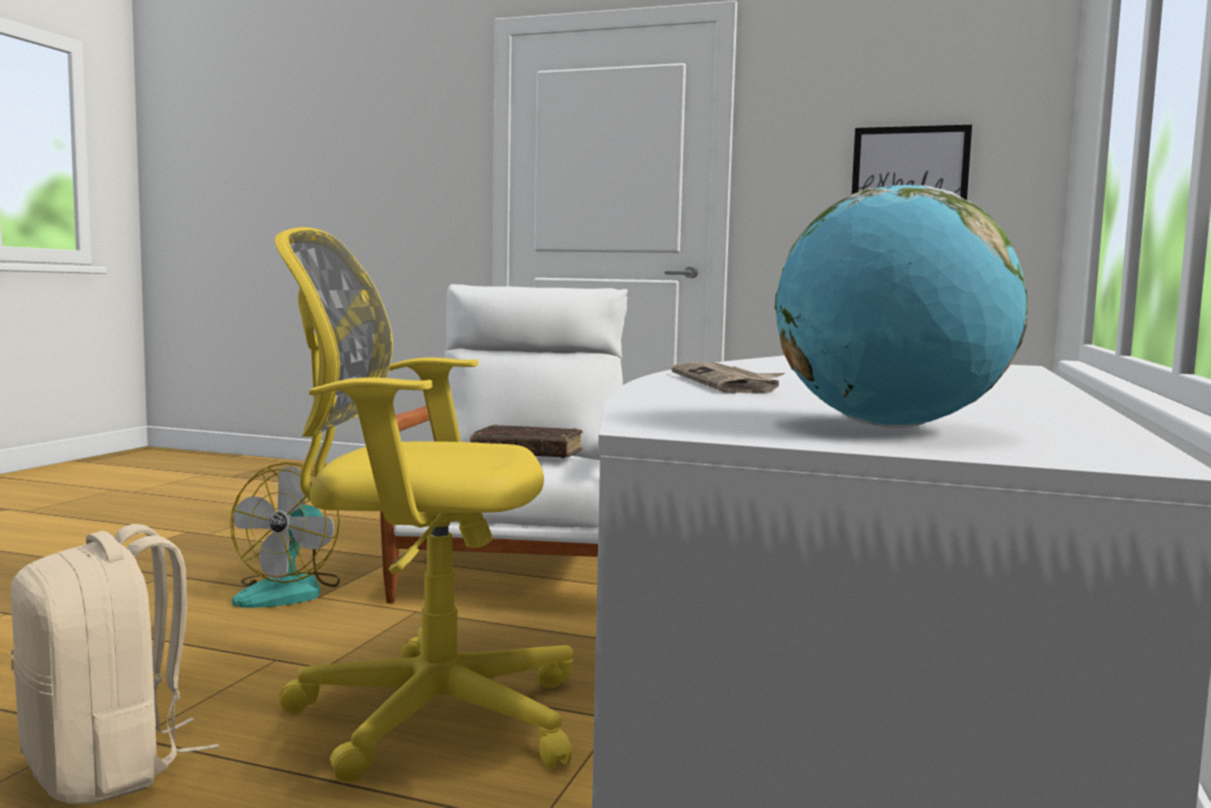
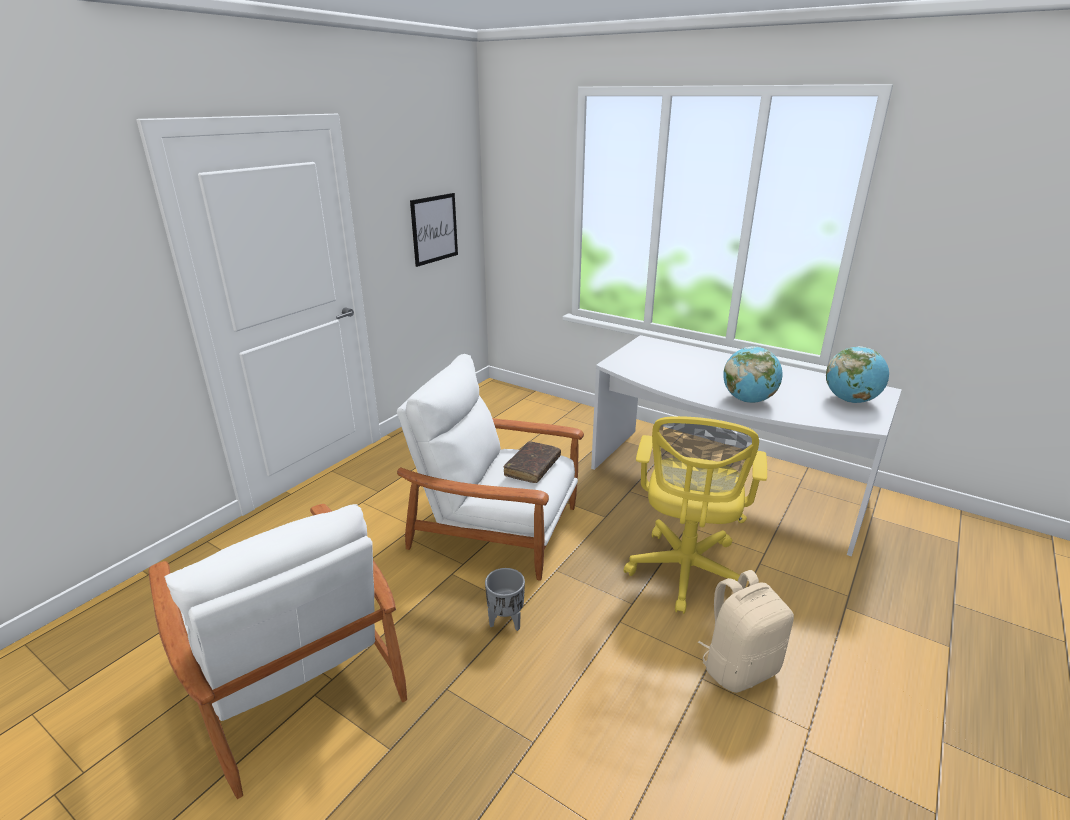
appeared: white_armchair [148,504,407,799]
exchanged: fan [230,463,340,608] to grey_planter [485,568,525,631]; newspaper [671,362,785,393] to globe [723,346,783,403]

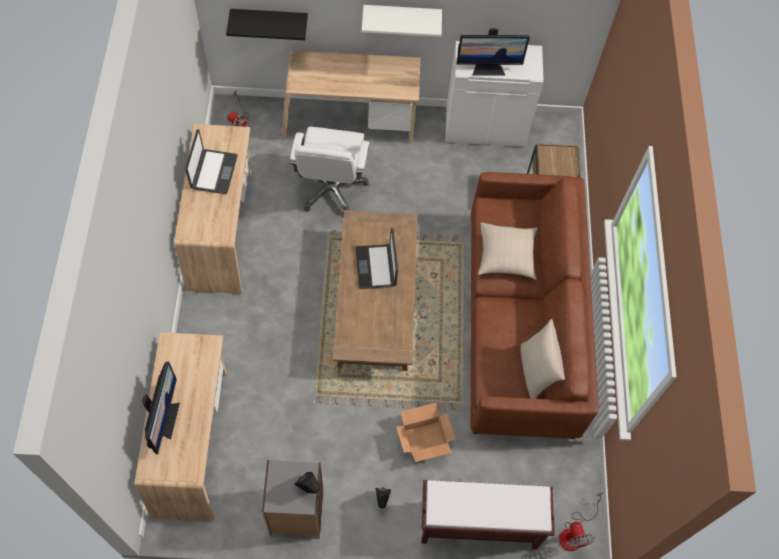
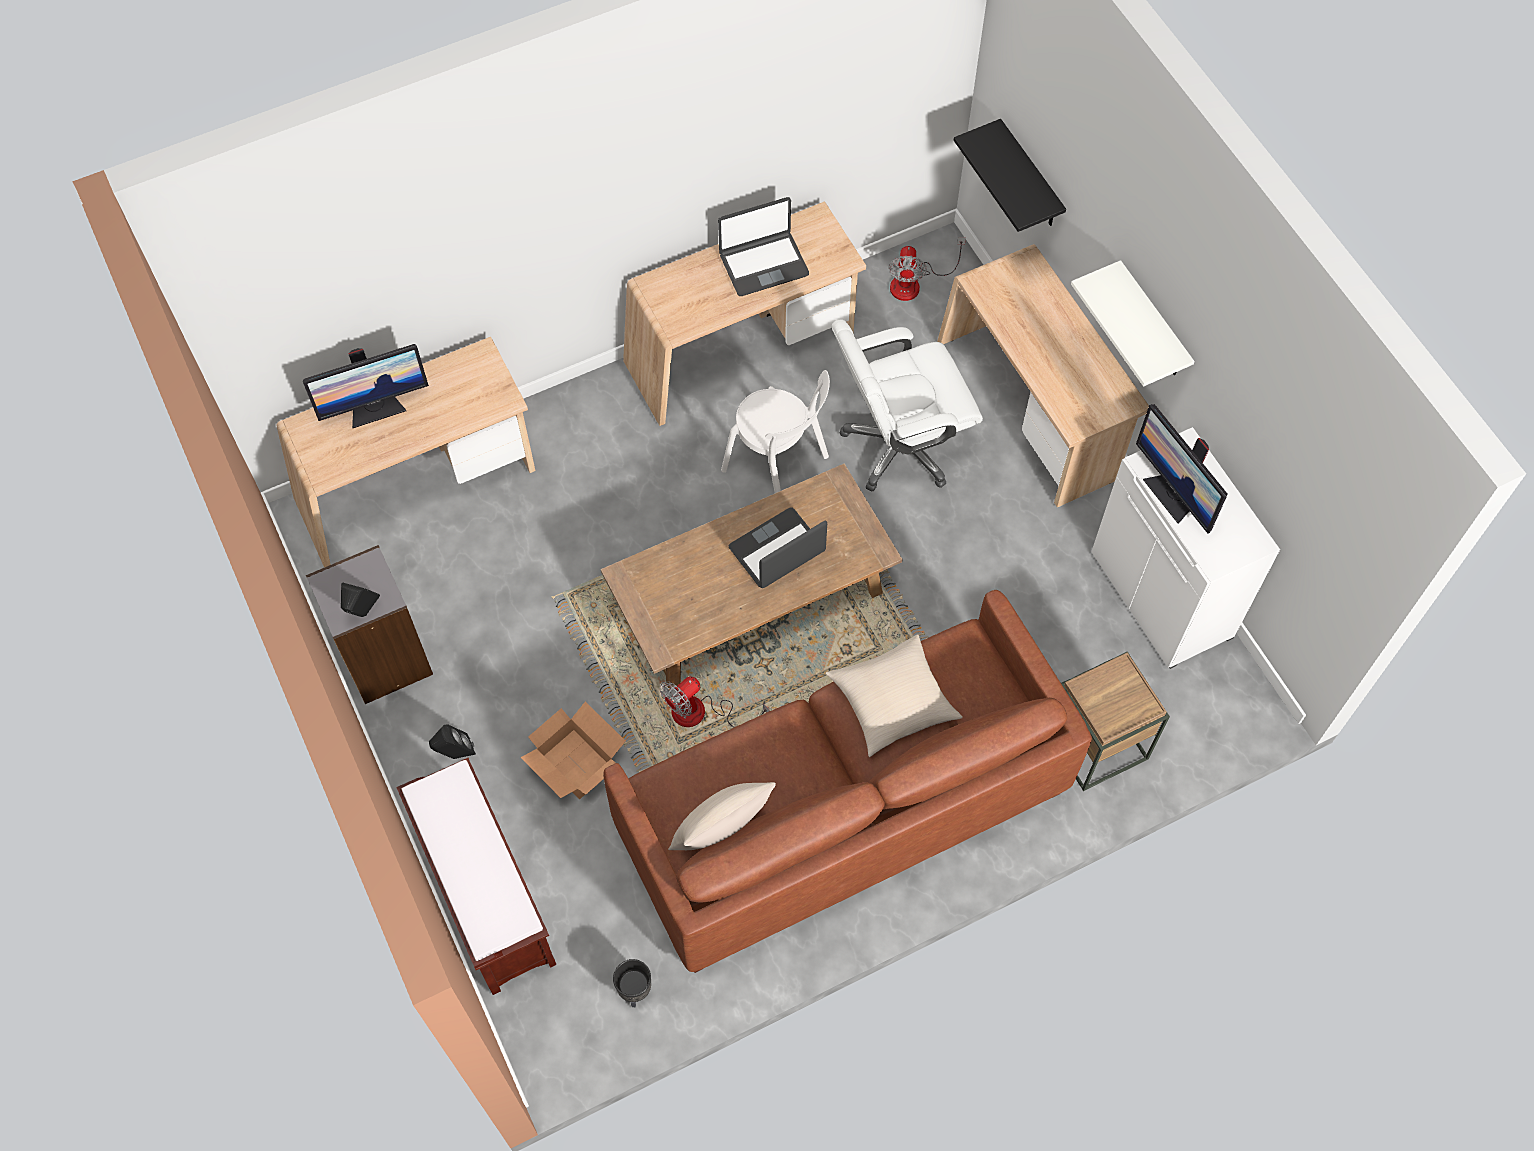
appeared: black_planter [613,959,651,1007]; white_chair [721,370,830,493]
relocated: fan [559,492,603,551] to [660,676,769,728]

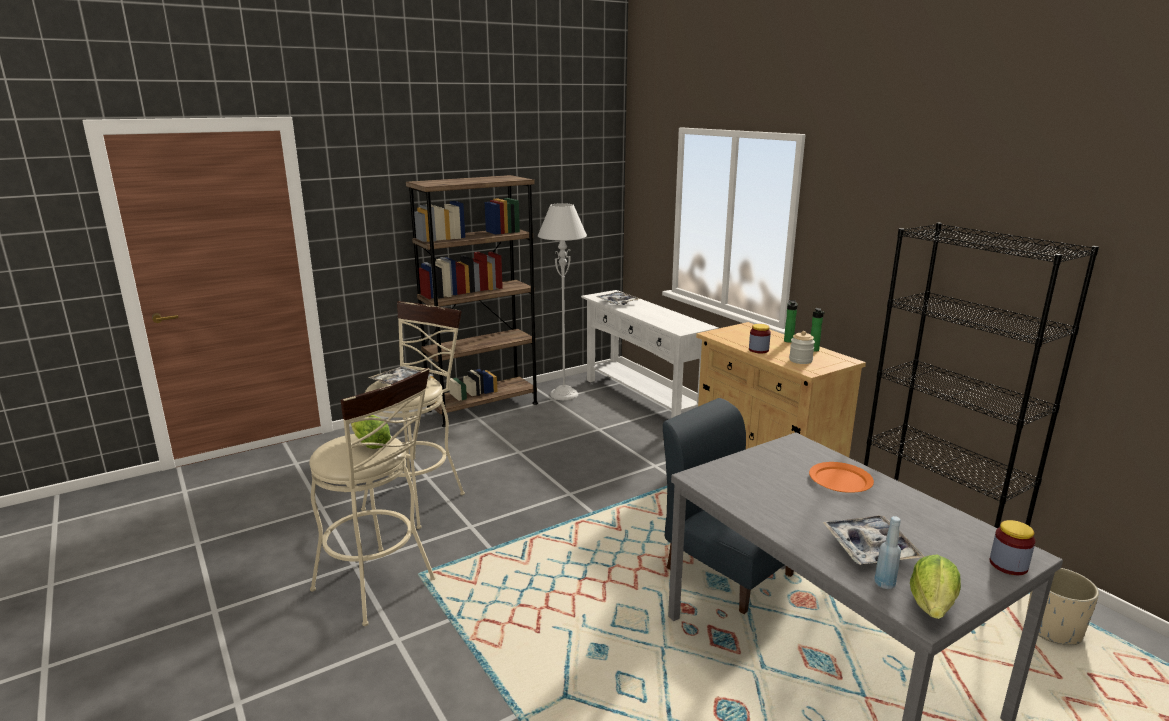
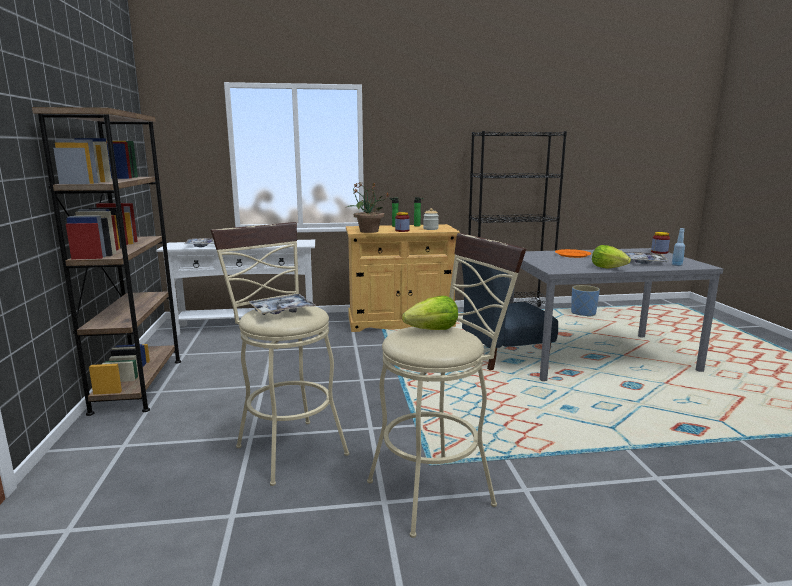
missing: grey_floor_lamp [538,203,587,400]
appeared: potted_plant [345,182,389,233]
relocated: lettuce [910,554,961,619] to [592,245,631,269]
colour: beige_planter [1026,568,1099,645] to blue_planter [571,285,600,317]

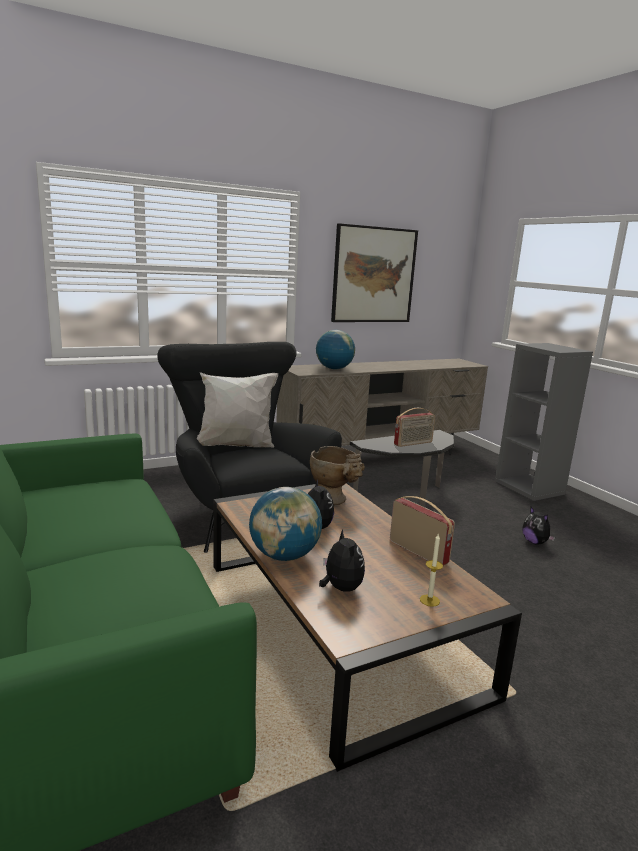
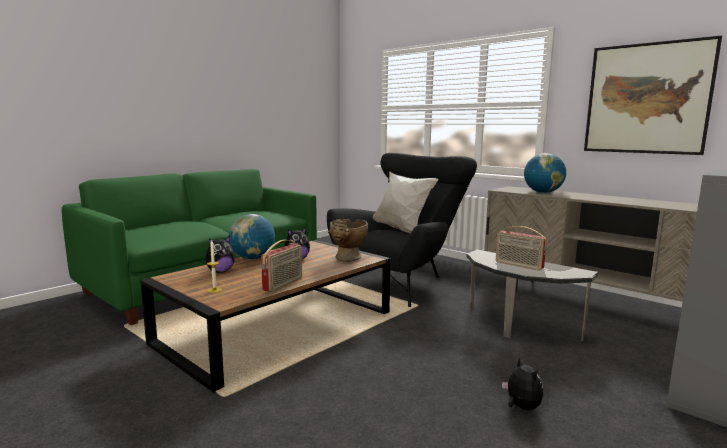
spun: plush_toy [522,507,555,545] = [502,357,543,410] 120 degrees clockwise

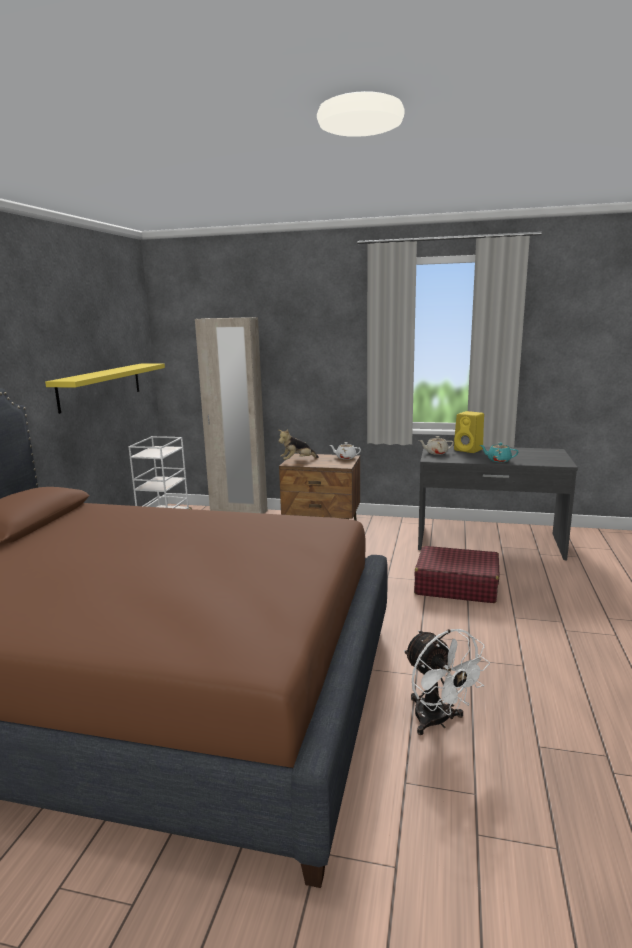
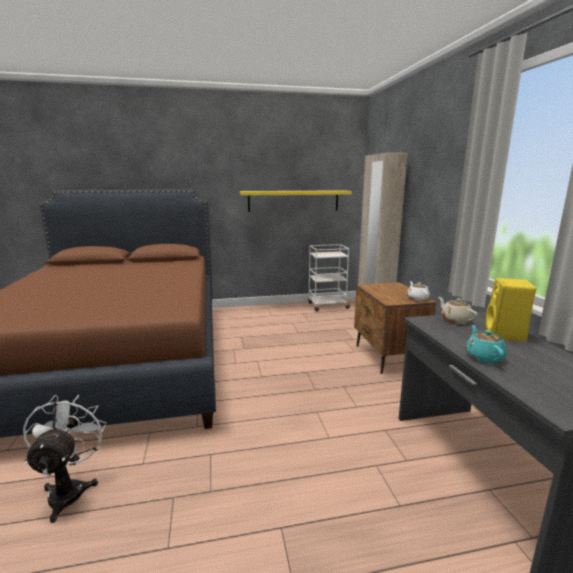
missing: plush_toy [278,429,319,460]; red_suitcase [414,546,499,603]
spun: white_fan [404,629,490,735] = [23,395,107,523] 135 degrees clockwise

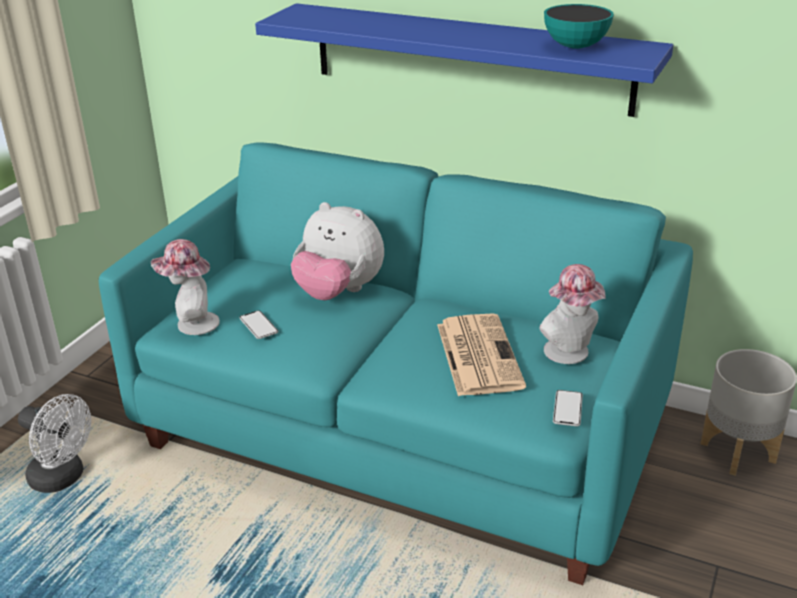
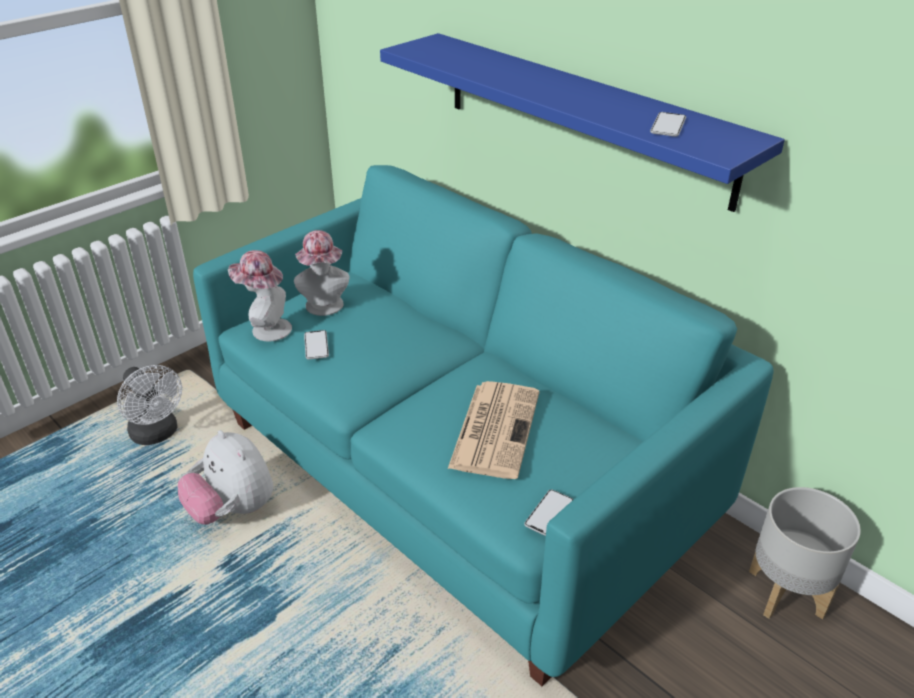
relocated: plush_toy [291,202,384,300] to [178,430,273,525]; hat [539,264,606,364] to [294,230,350,316]
exchanged: bowl [544,4,614,49] to phone [650,112,686,137]

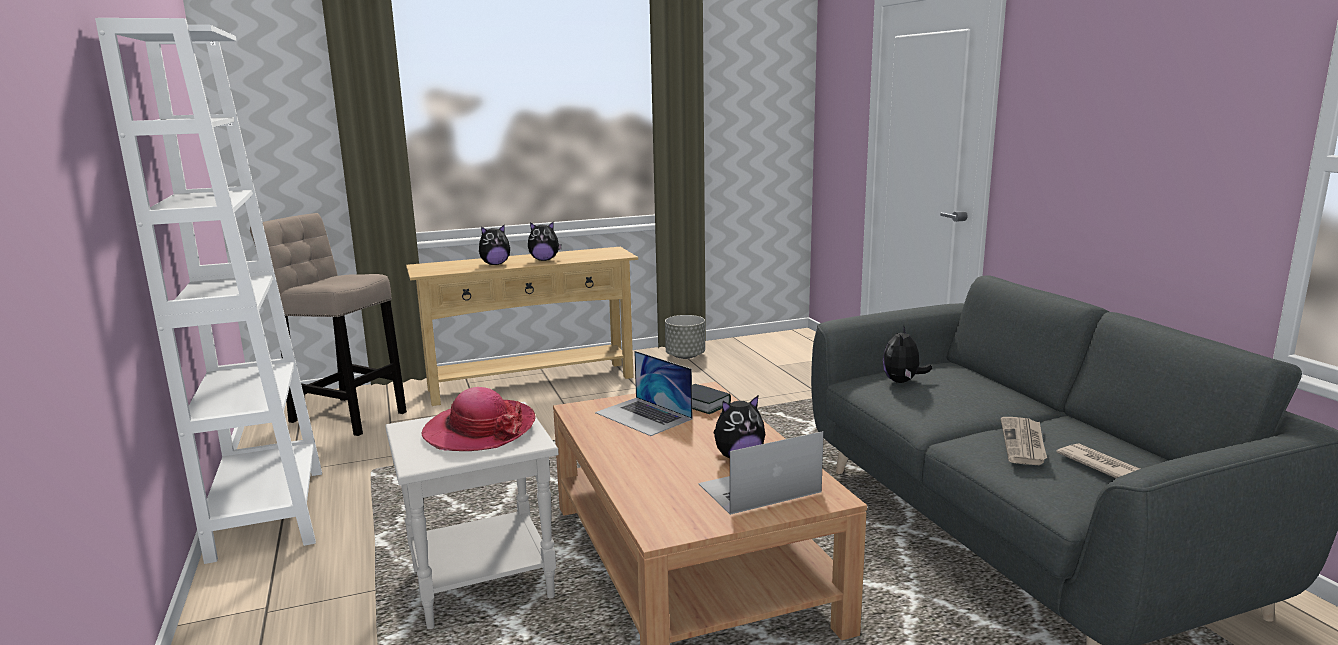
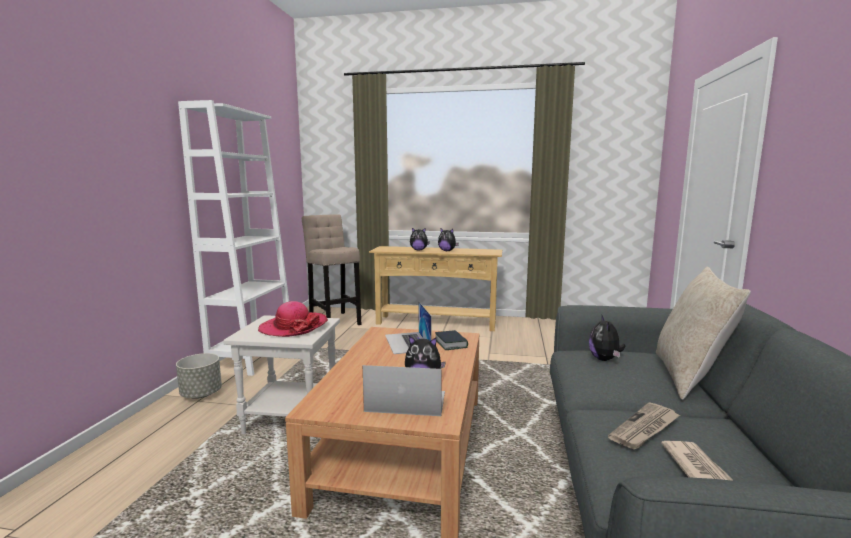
appeared: beige_pillow [656,267,751,400]
relocated: grey_planter [665,315,705,359] to [176,353,222,399]
spun: plush_toy [883,327,932,383] = [589,314,625,361] 45 degrees counterclockwise

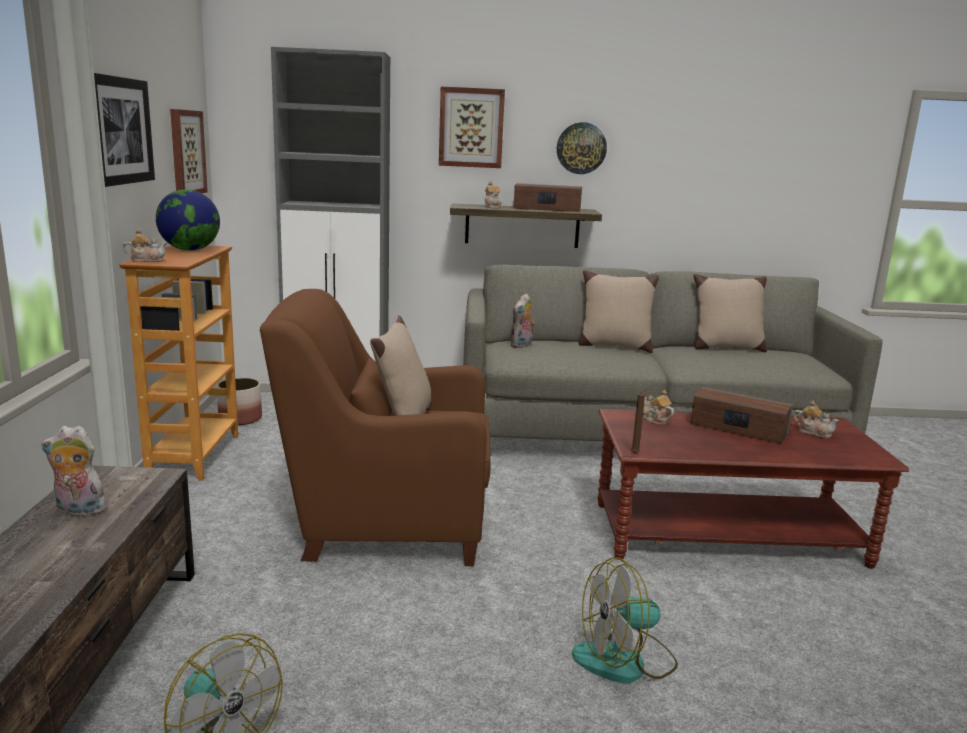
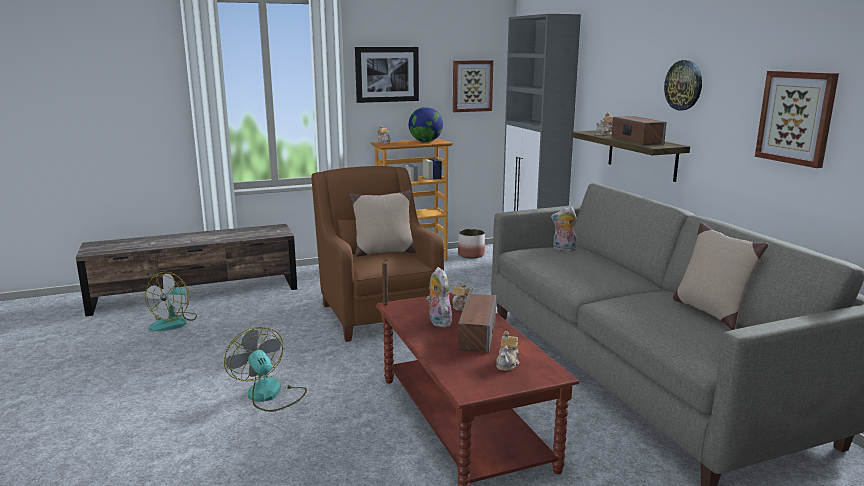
missing: beige_pillow [579,270,659,353]
relocated: plush_toy [41,426,109,518] to [426,267,452,327]; picture [439,87,505,168] to [755,71,839,168]

